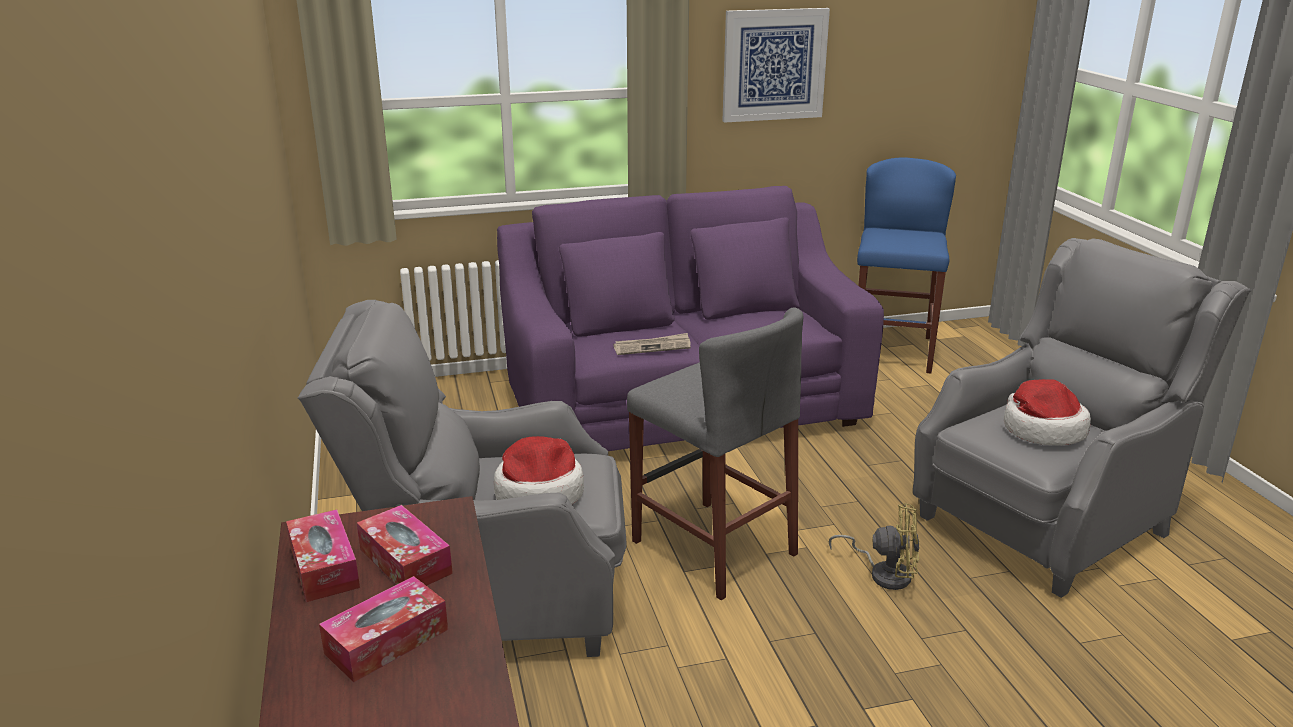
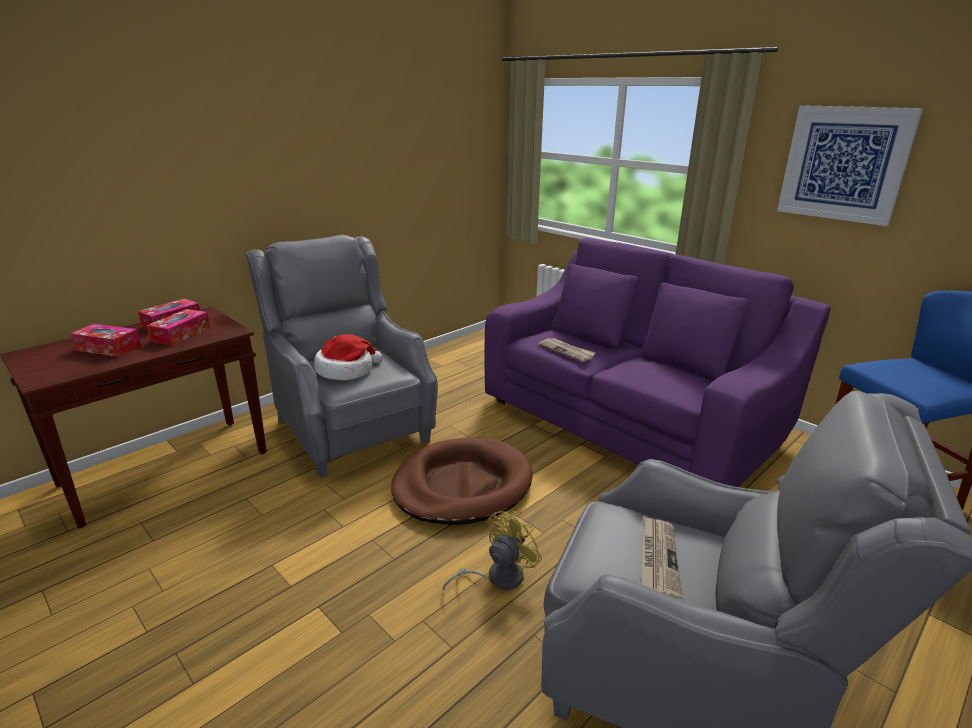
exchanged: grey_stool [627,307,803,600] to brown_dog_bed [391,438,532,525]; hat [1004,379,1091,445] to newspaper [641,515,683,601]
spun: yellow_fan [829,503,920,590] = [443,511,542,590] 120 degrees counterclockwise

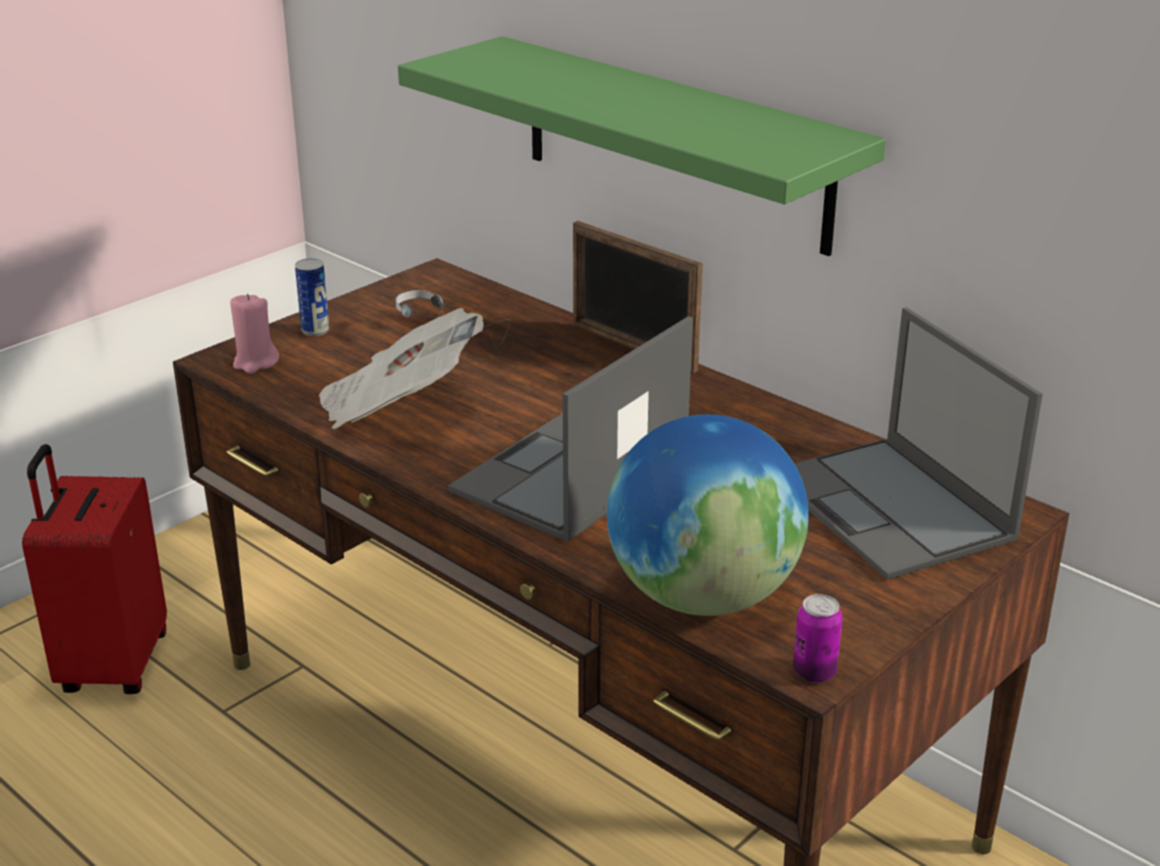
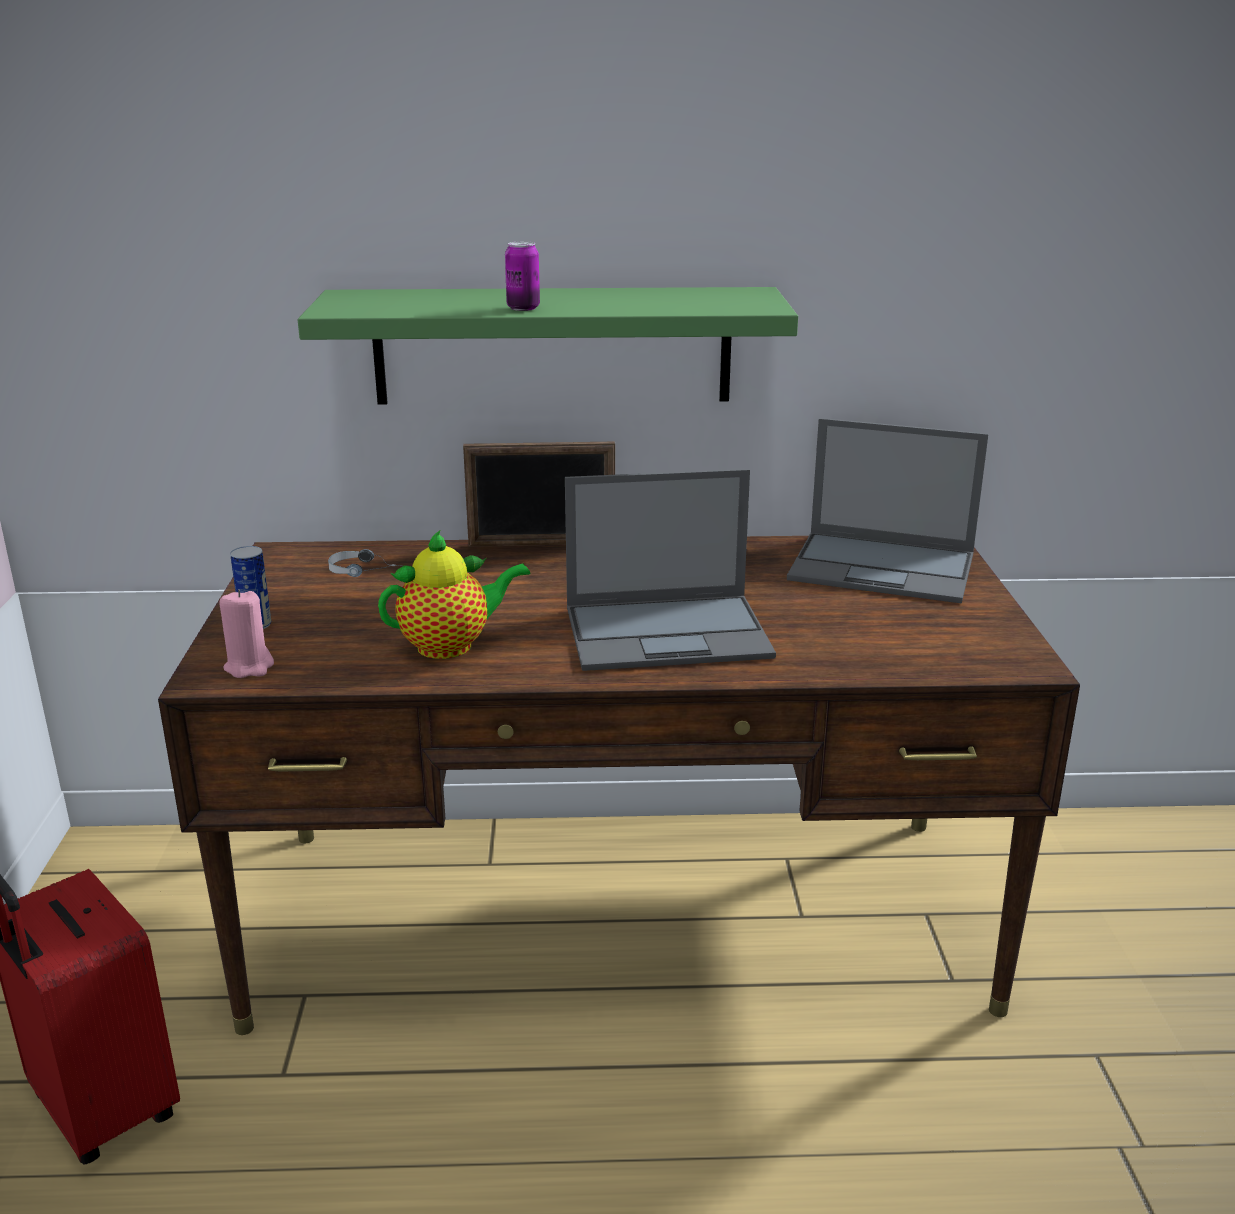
missing: globe [607,414,809,616]
relocated: can [793,594,843,683] to [505,241,540,311]
exchanged: newspaper [319,308,484,429] to teapot [378,530,530,659]
spun: laptop [448,316,693,542] = [565,469,776,671] 90 degrees counterclockwise

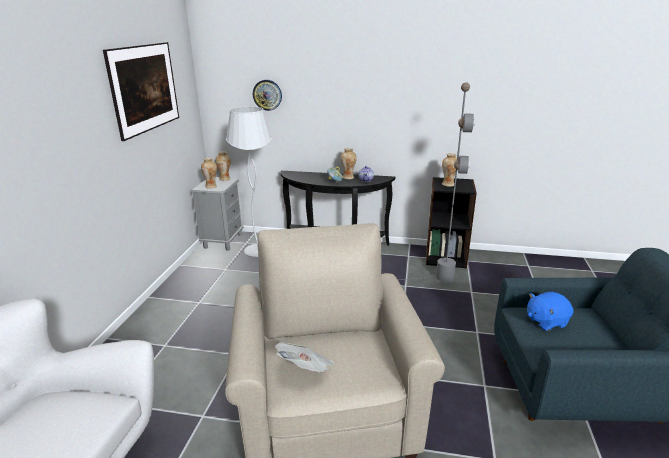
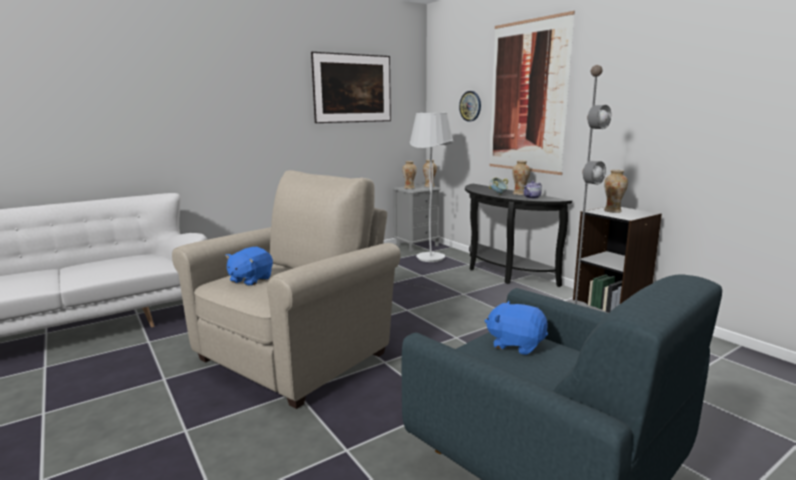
appeared: picture [490,11,575,175]
exchanged: newspaper [275,342,335,373] to blue_plush_toy [225,247,273,286]

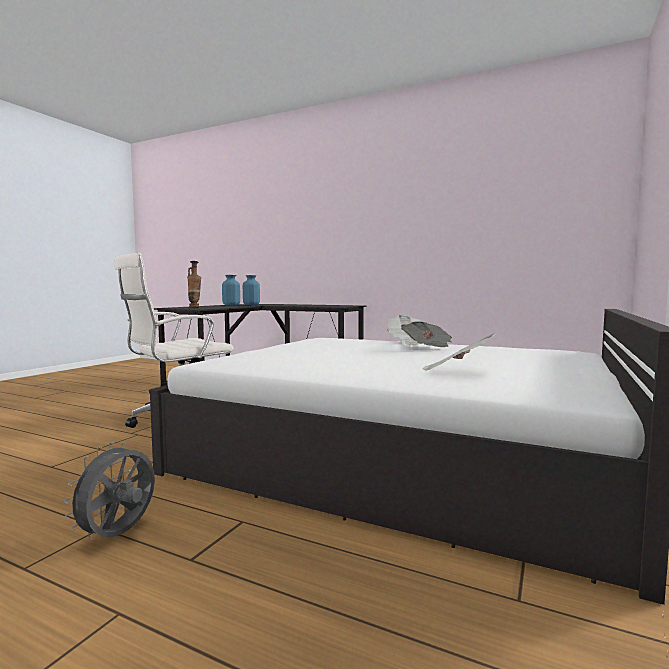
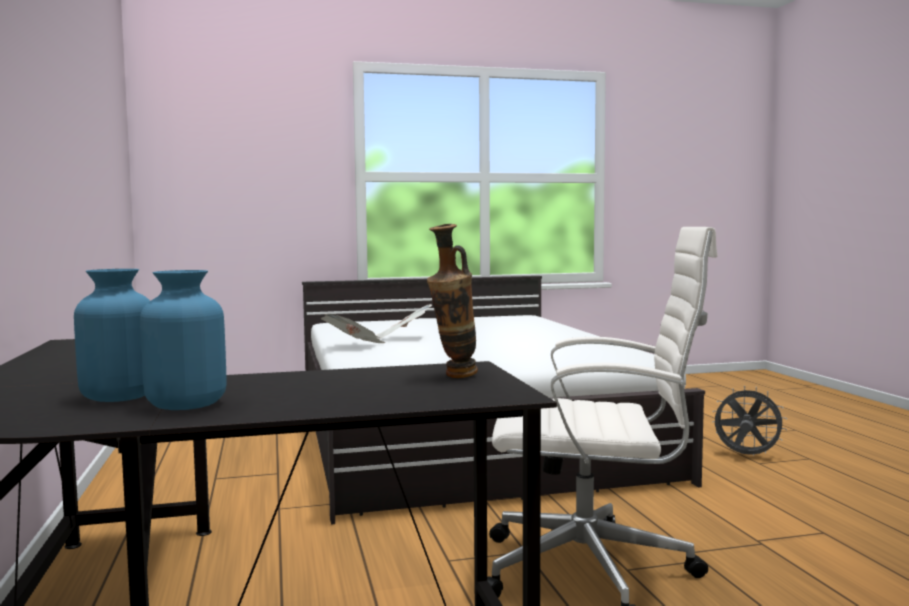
missing: newspaper [423,333,497,371]
spun: grey_fan [64,442,155,540] = [713,385,787,455] 135 degrees counterclockwise

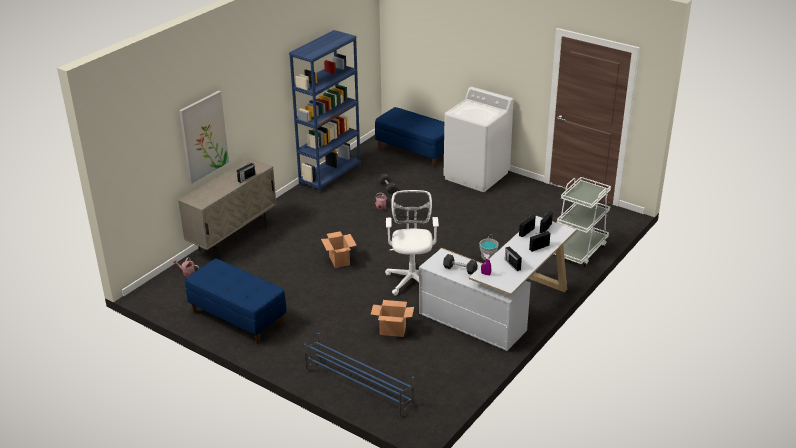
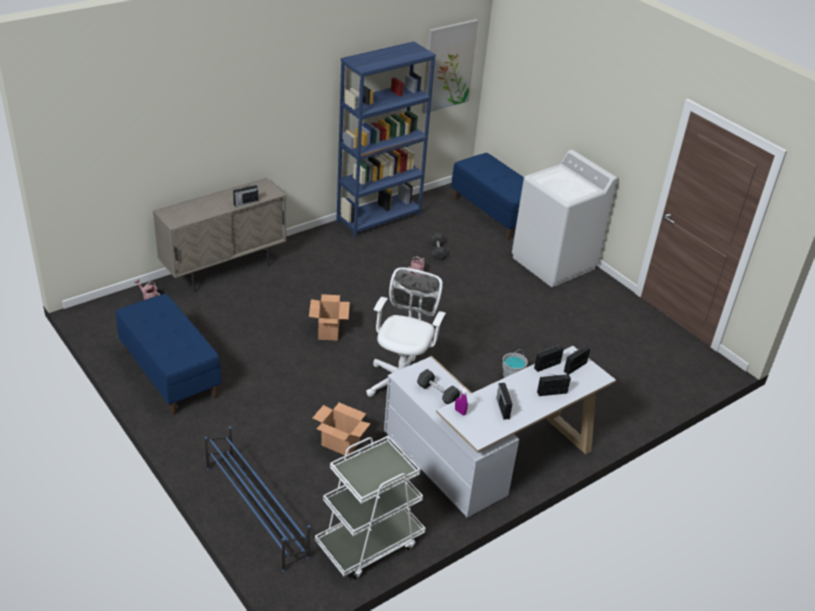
relocated: picture [179,91,229,184] to [422,19,478,114]; white_cart [553,177,611,267] to [315,435,426,579]

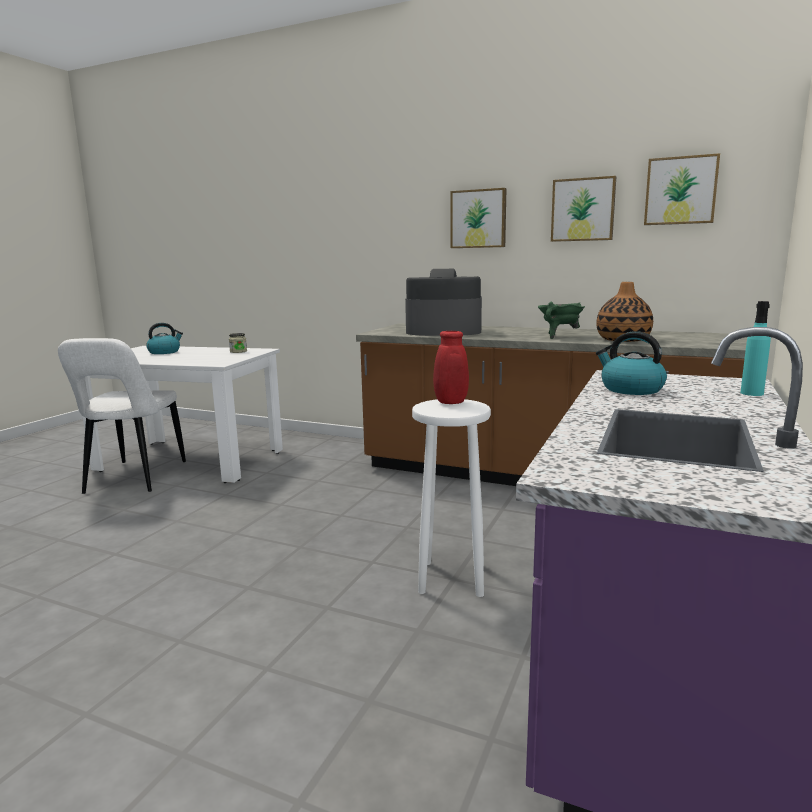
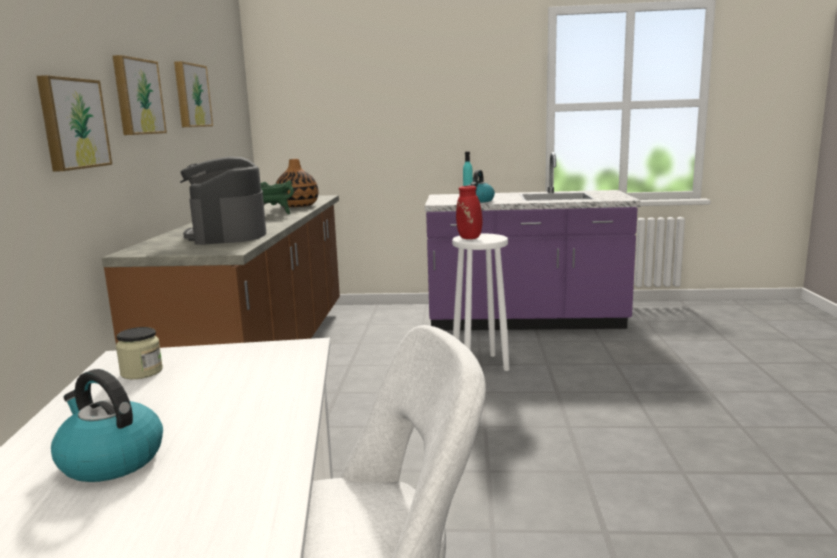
relocated: picture [644,153,720,225] to [37,75,112,172]

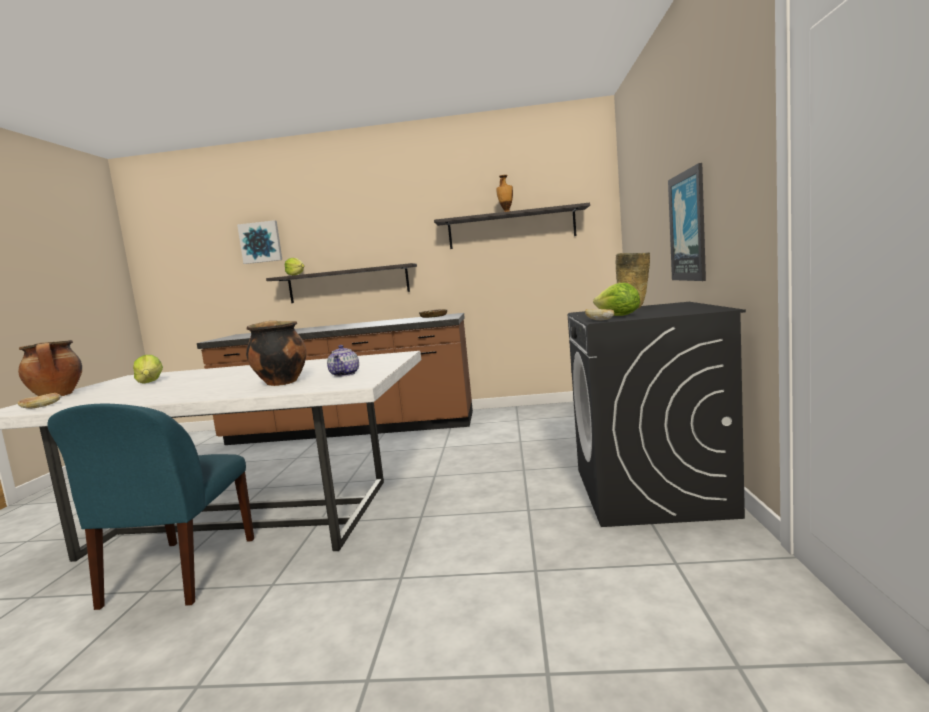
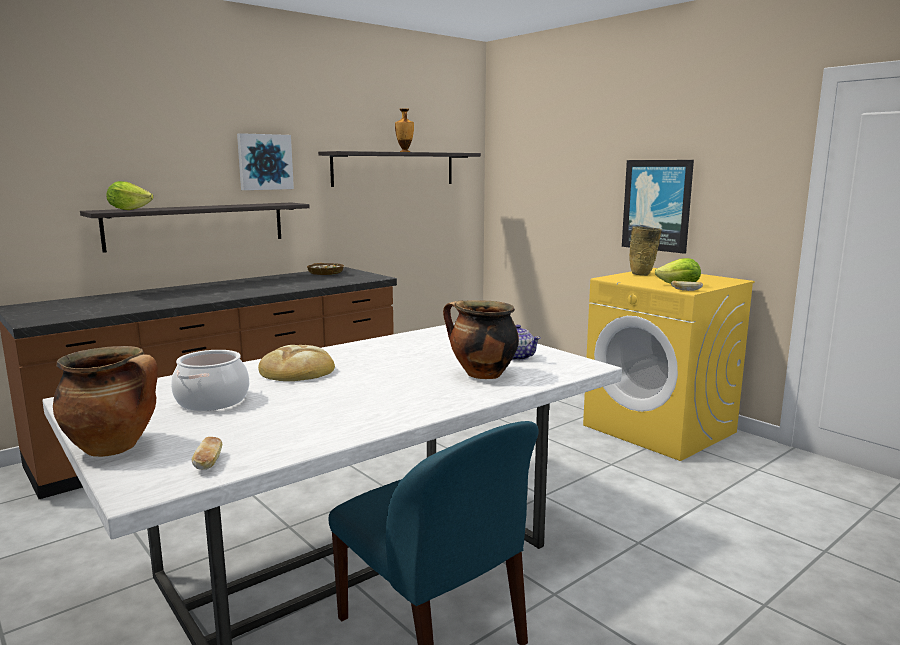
appeared: bread [258,345,335,381]
relocated: picture [237,220,282,264] to [237,133,294,190]
exchanged: lettuce [133,355,163,384] to cooking_pot [171,350,249,411]
colour: black_washing_machine [568,302,746,527] to yellow_washing_machine [583,268,755,461]

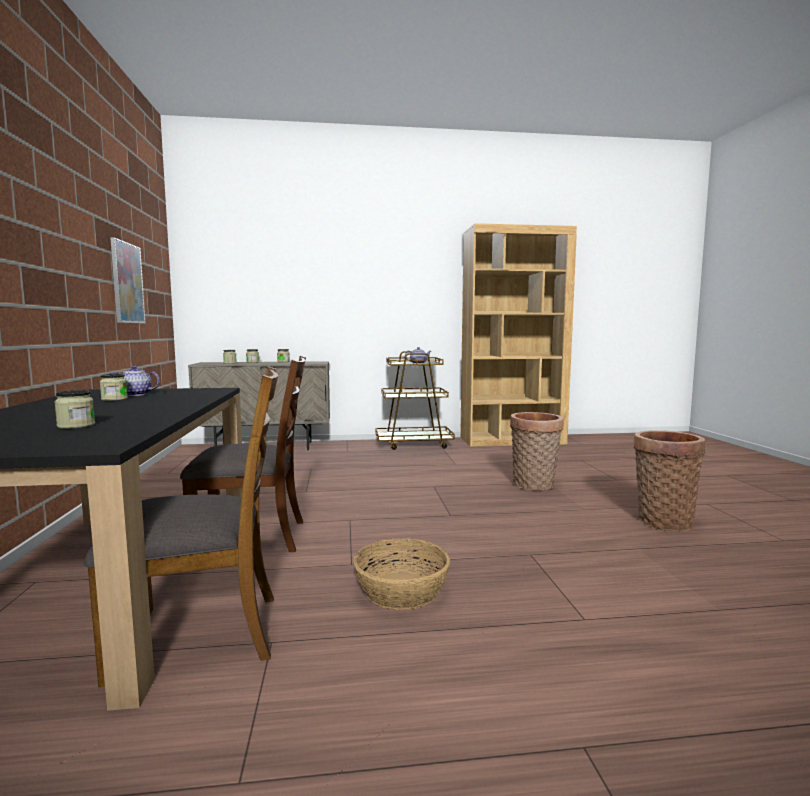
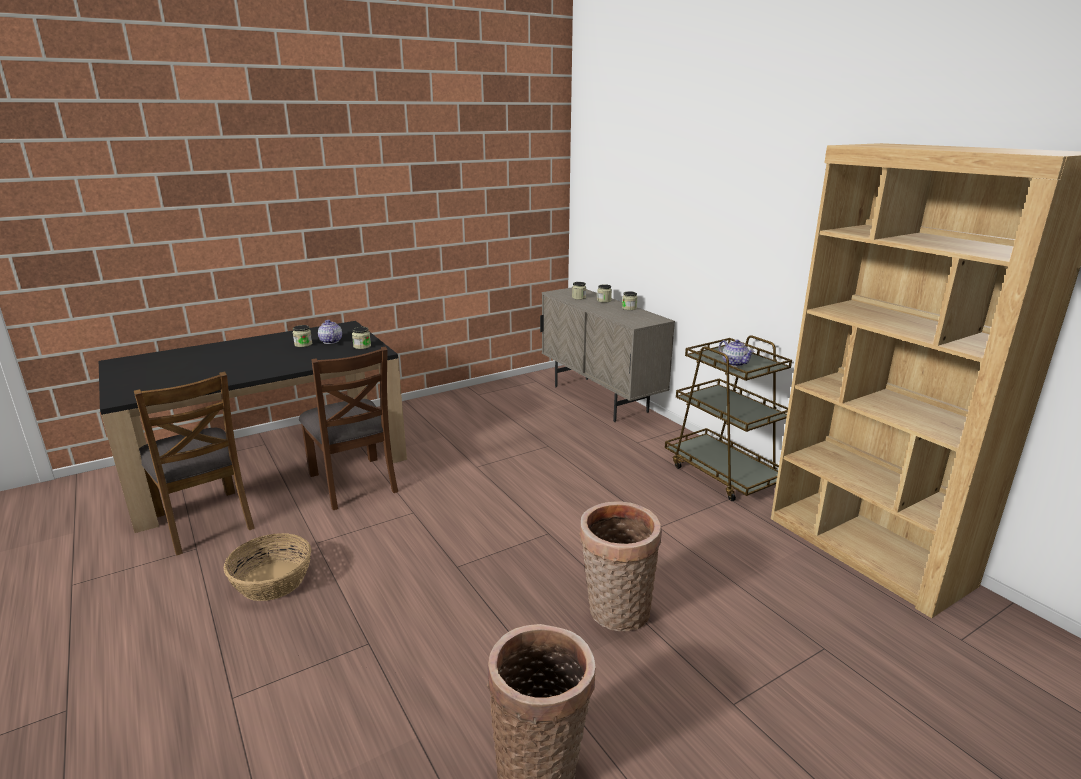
missing: picture [110,237,145,323]
relocated: jar [54,390,95,429] to [352,327,371,349]

